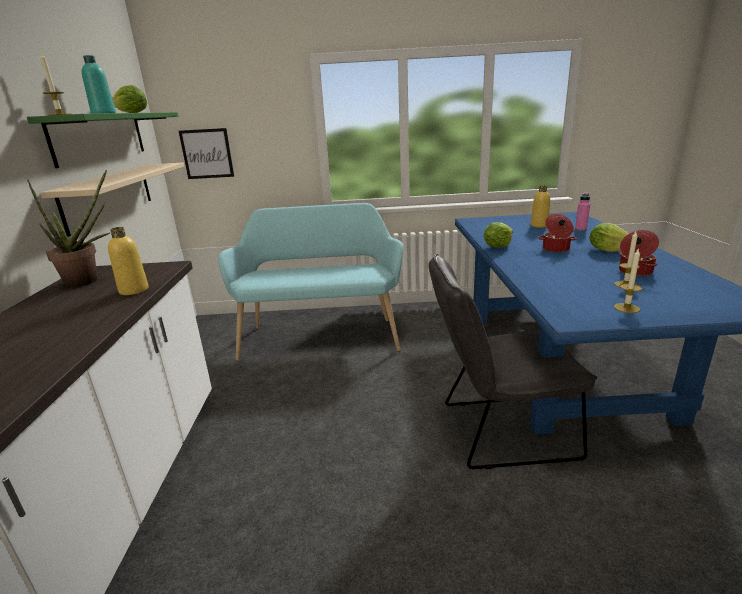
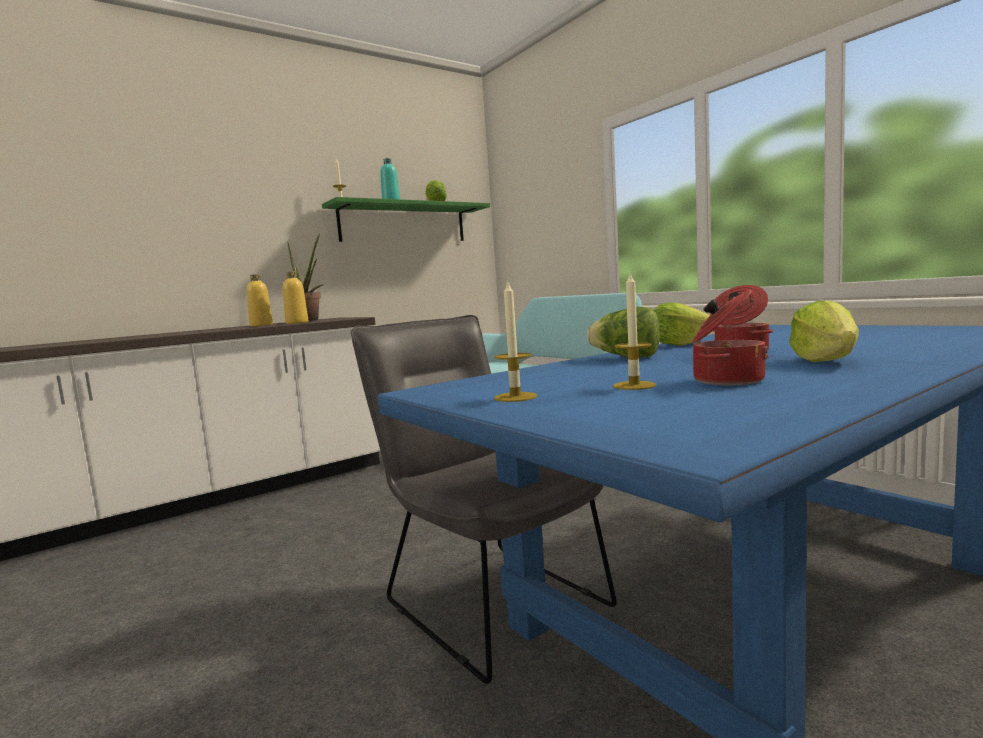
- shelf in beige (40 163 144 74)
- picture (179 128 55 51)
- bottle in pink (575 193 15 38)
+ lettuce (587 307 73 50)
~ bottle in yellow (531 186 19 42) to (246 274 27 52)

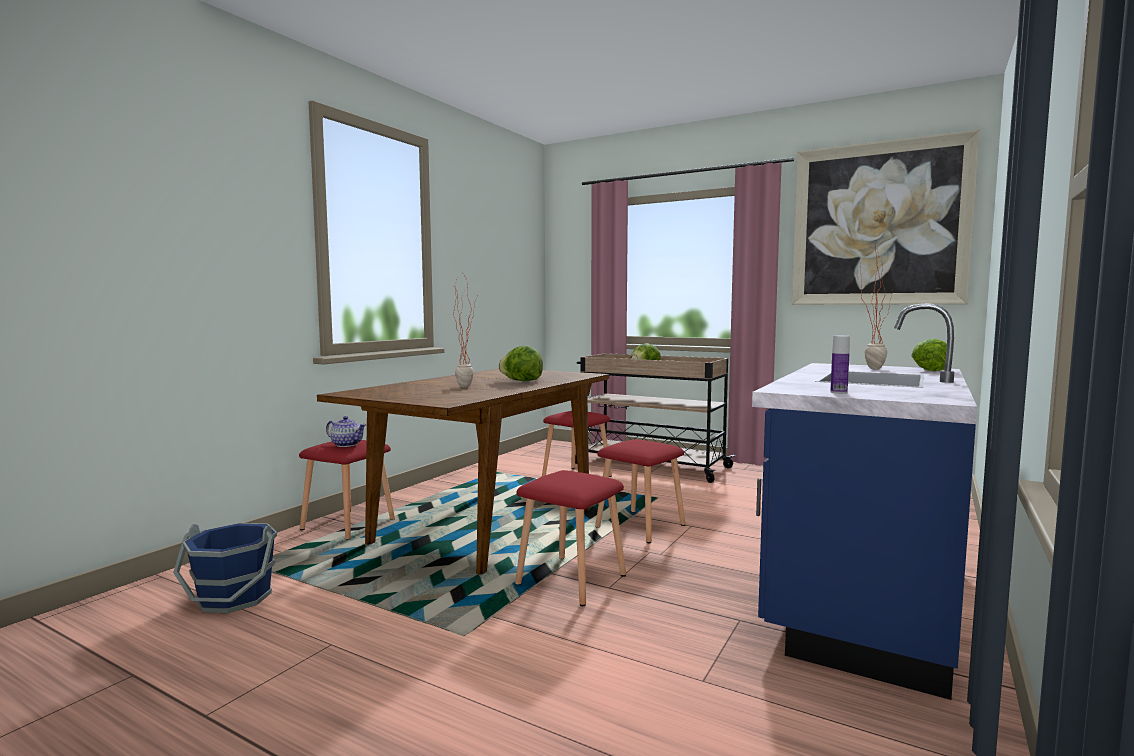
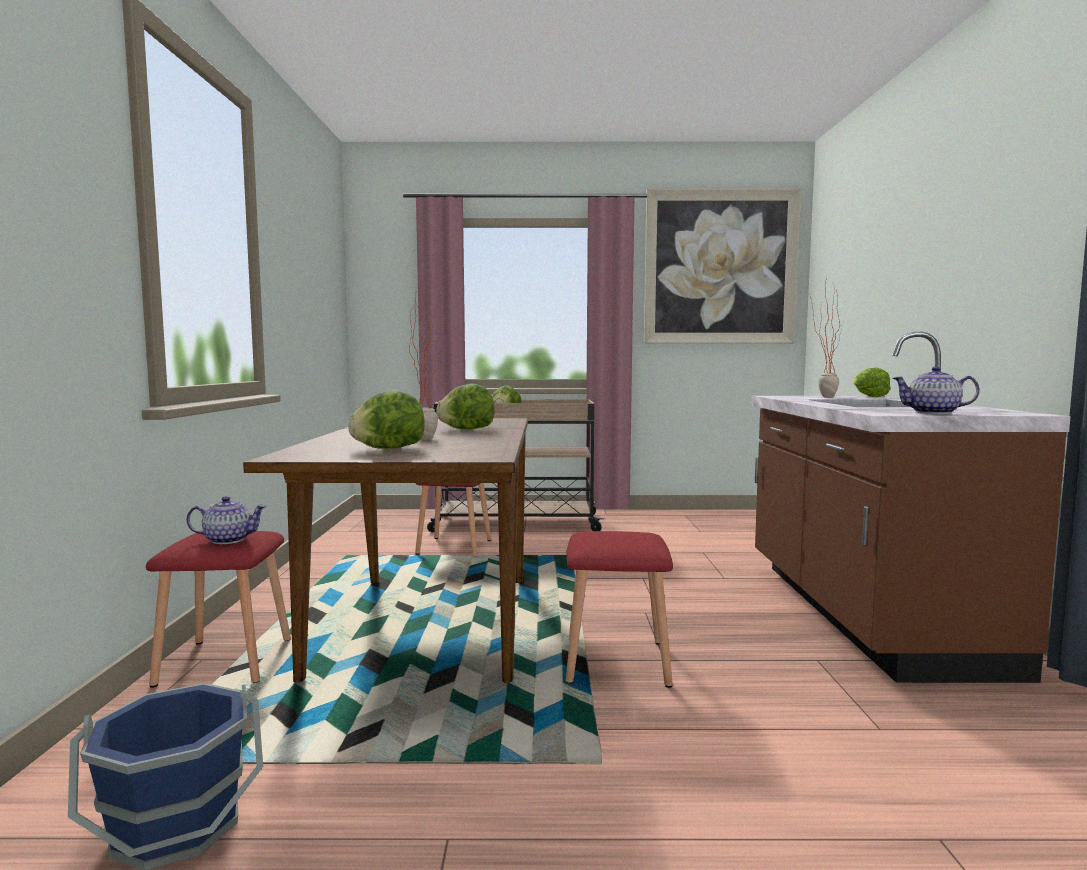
- stool in red (595 439 90 104)
+ lettuce (348 390 77 59)
~ bottle (830 336 20 58) to teapot (893 366 87 48)
~ counter in blue (752 303 225 397) to counter in brown (751 332 320 351)

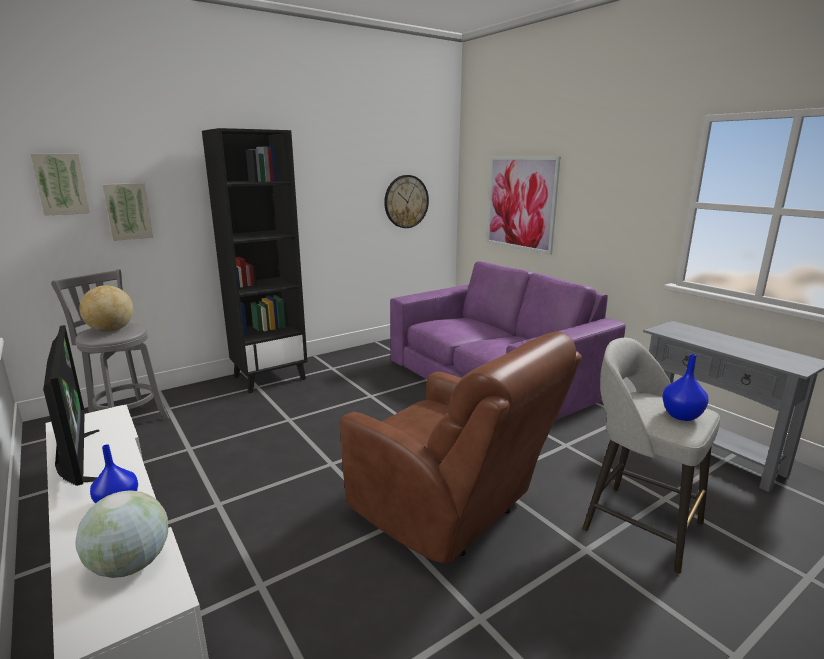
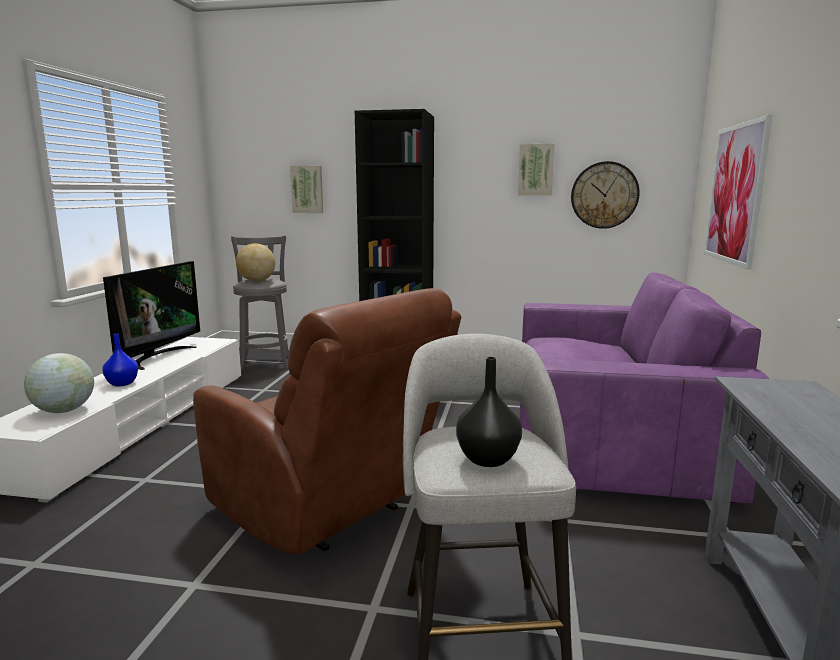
~ picture (31 154 59 62) to (518 144 37 52)
~ vase in blue (662 354 47 67) to vase in black (456 357 66 110)
~ armchair in brown (340 331 242 232) = (193 288 268 266) 45 degrees counterclockwise

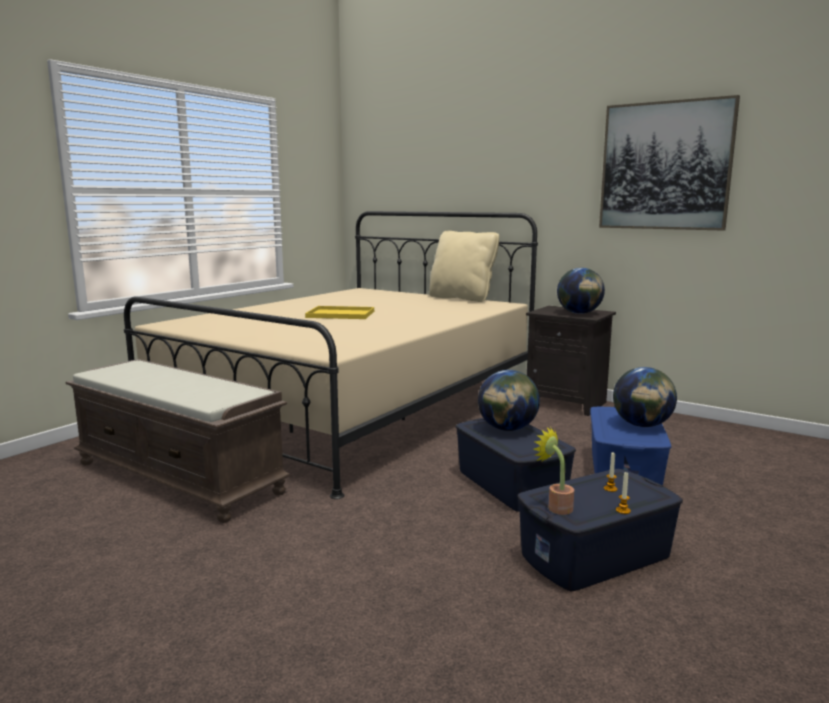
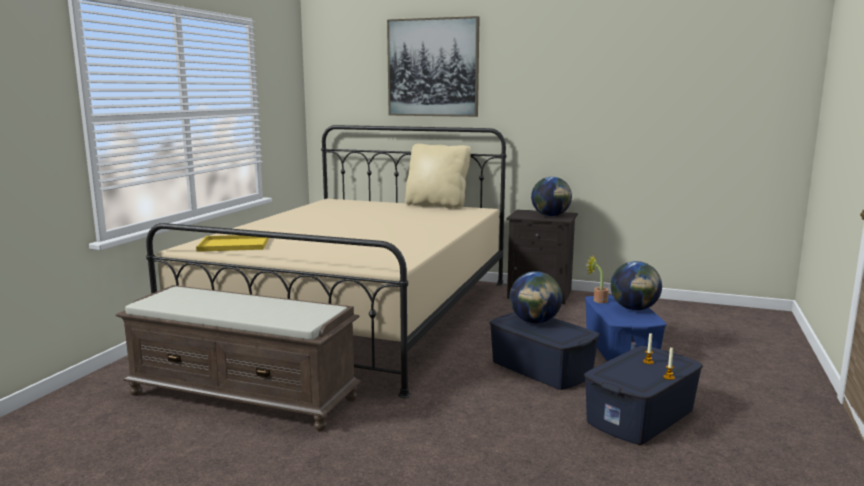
~ tray in yellow (305 306 69 13) to (196 235 73 17)
~ potted plant (533 427 41 88) to (587 254 22 49)
~ picture (599 95 141 136) to (387 16 93 101)

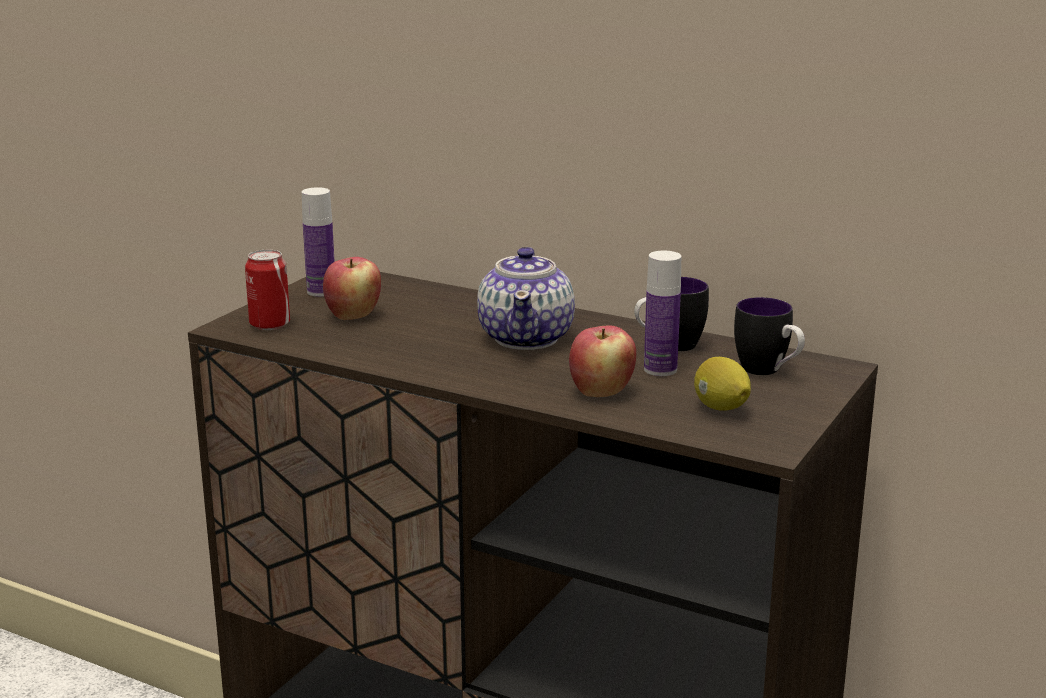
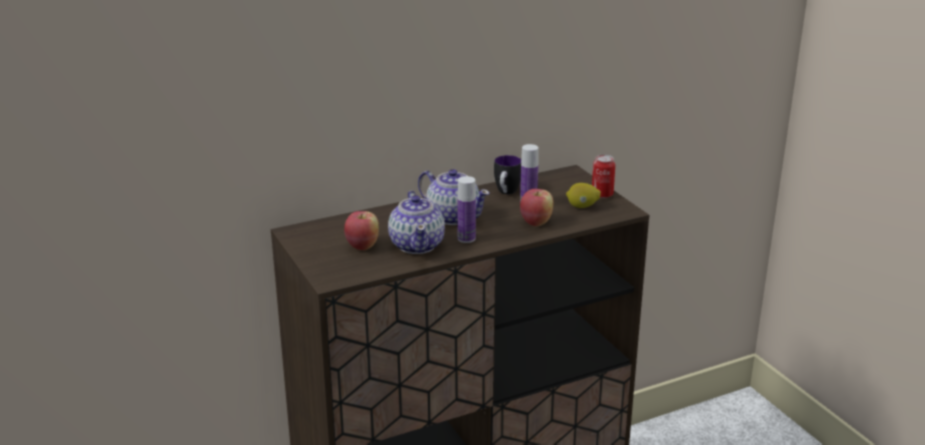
- mug (734 297 71 78)
+ teapot (388 191 57 63)
~ can (245 250 45 80) to (592 155 23 43)
~ bottle (302 187 33 110) to (457 176 19 67)

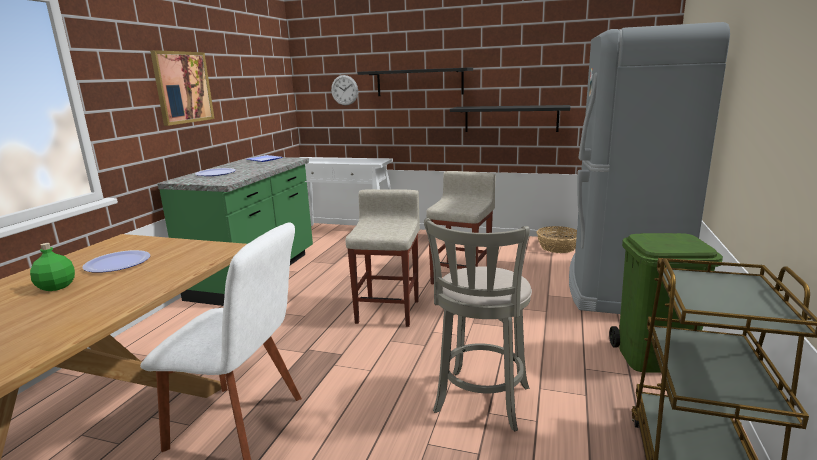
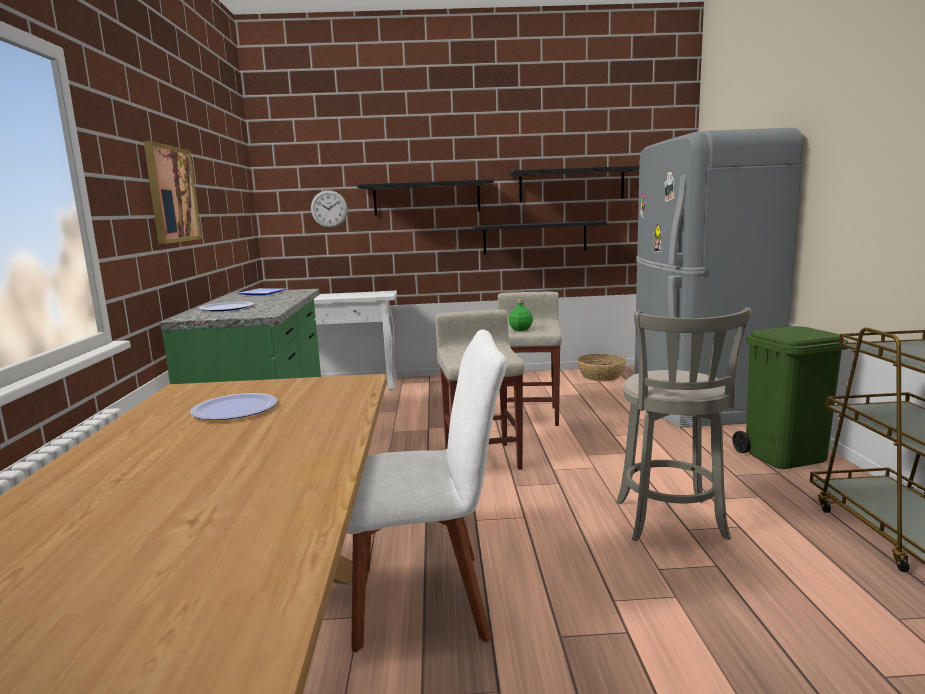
+ shelf in black (508 166 131 36)
~ bottle in green (30 243 45 48) to (508 299 25 32)

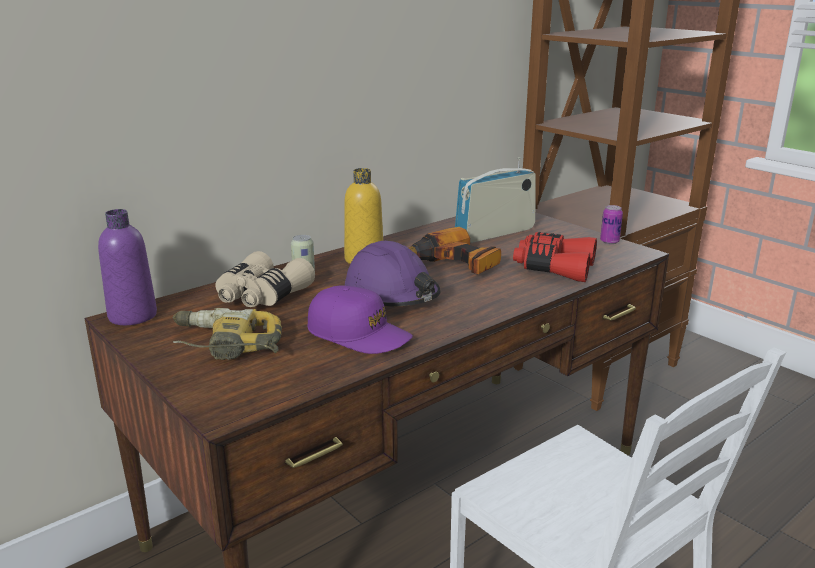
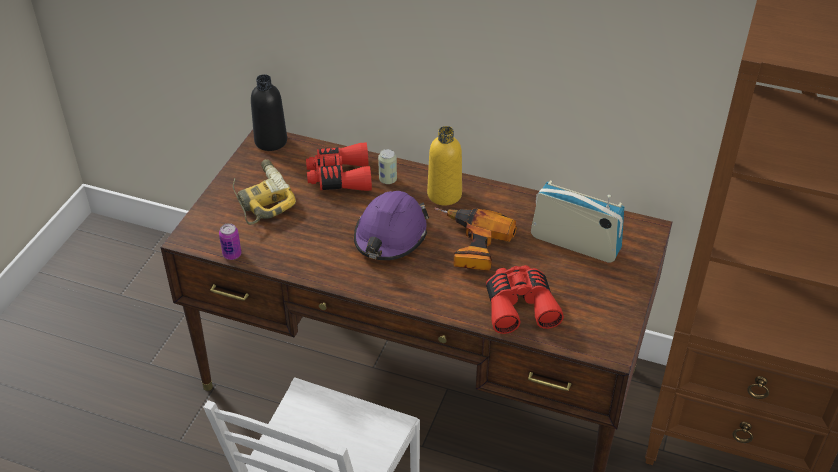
- cap in purple (308 286 105 68)
~ can (600 205 23 39) to (219 223 23 37)
~ bottle in purple (98 209 59 116) to bottle in black (251 74 36 77)
~ binoculars in beige (215 251 100 56) to binoculars in red (306 142 66 49)

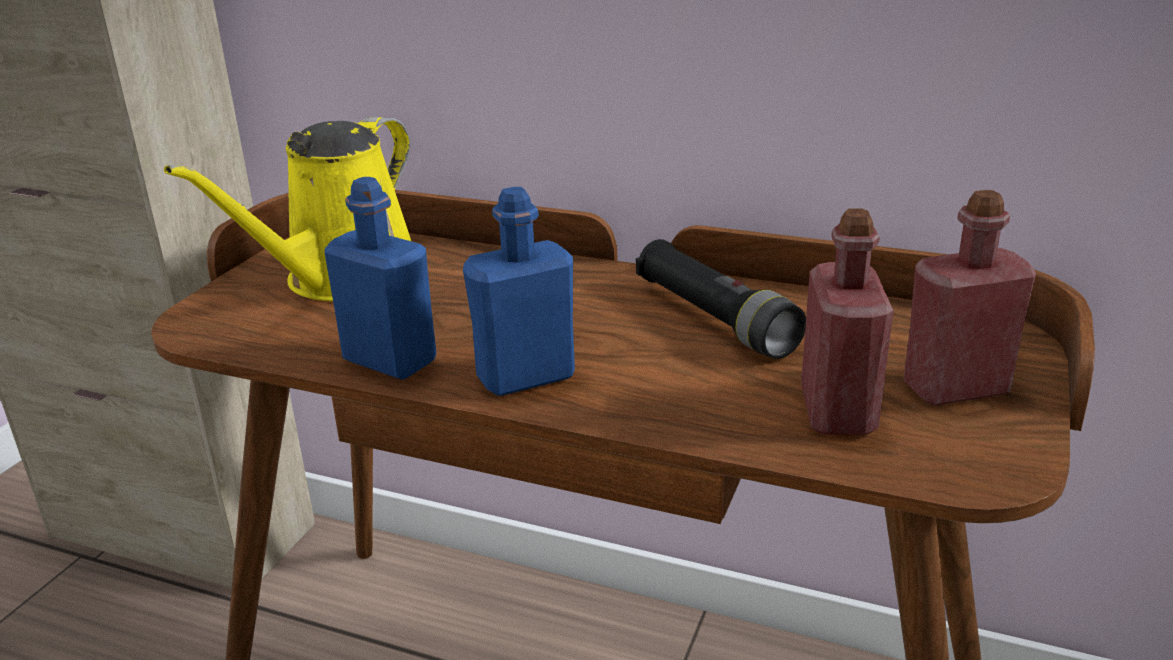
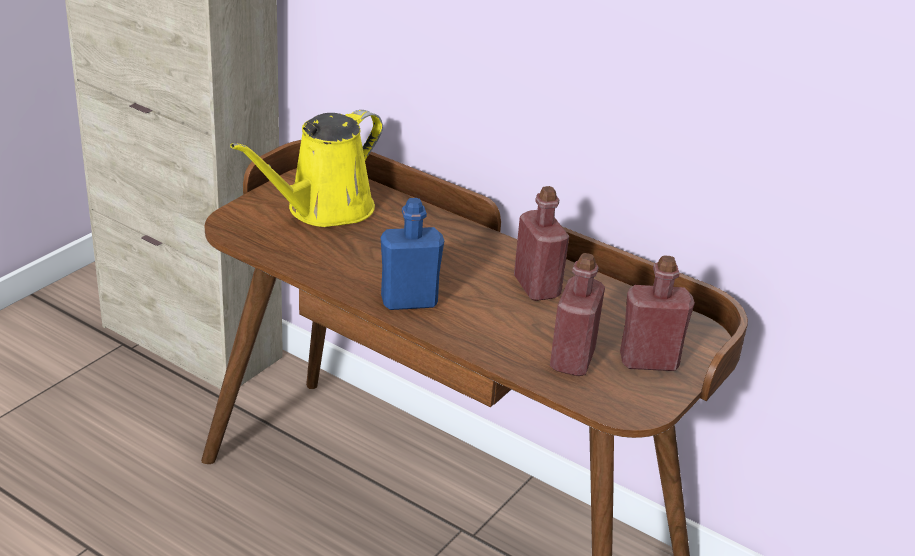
- bottle in blue (324 177 112 203)
~ flashlight in black (636 239 170 120) to bottle in red (514 186 55 115)

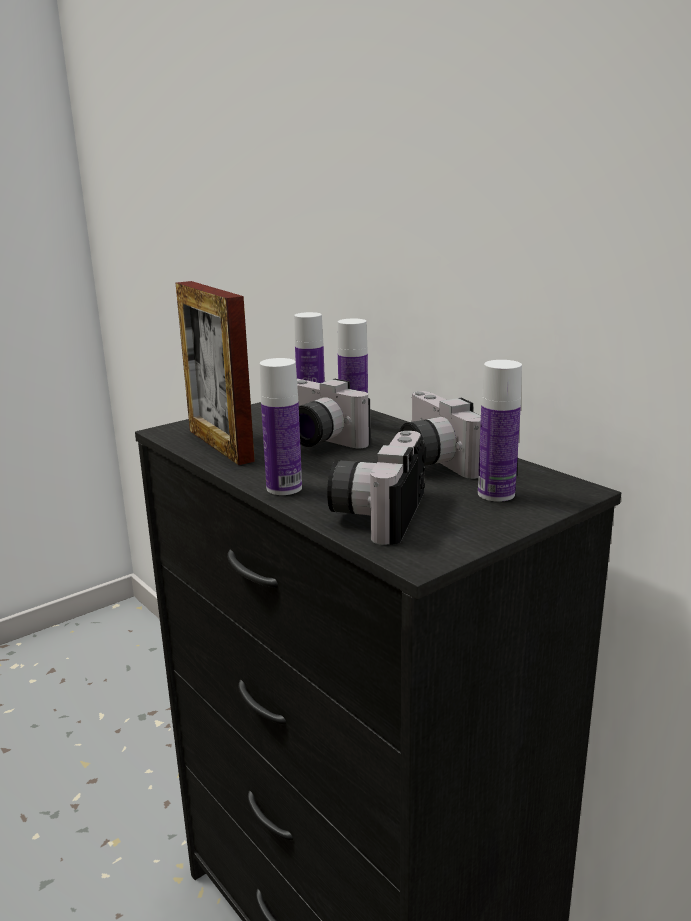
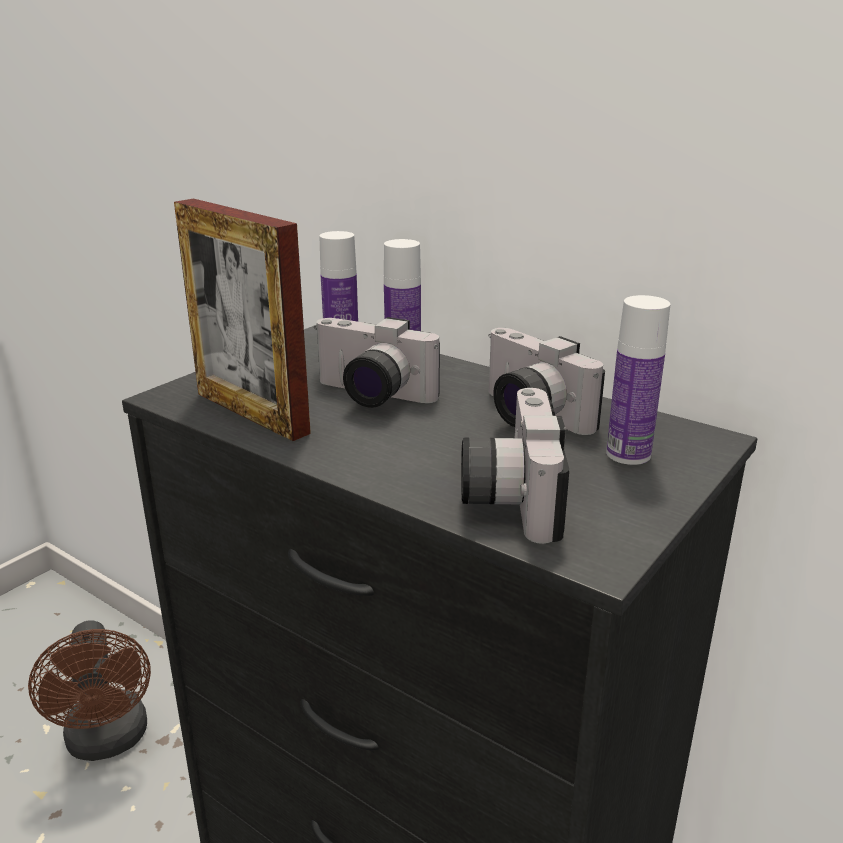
- bottle (260 358 42 137)
+ fan in brown (28 620 123 141)

